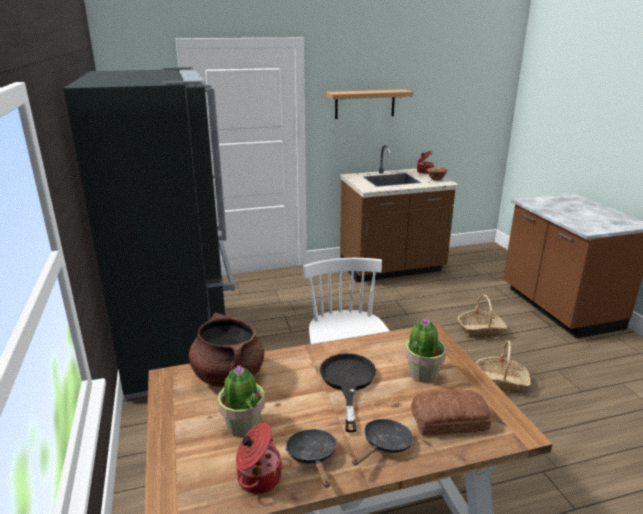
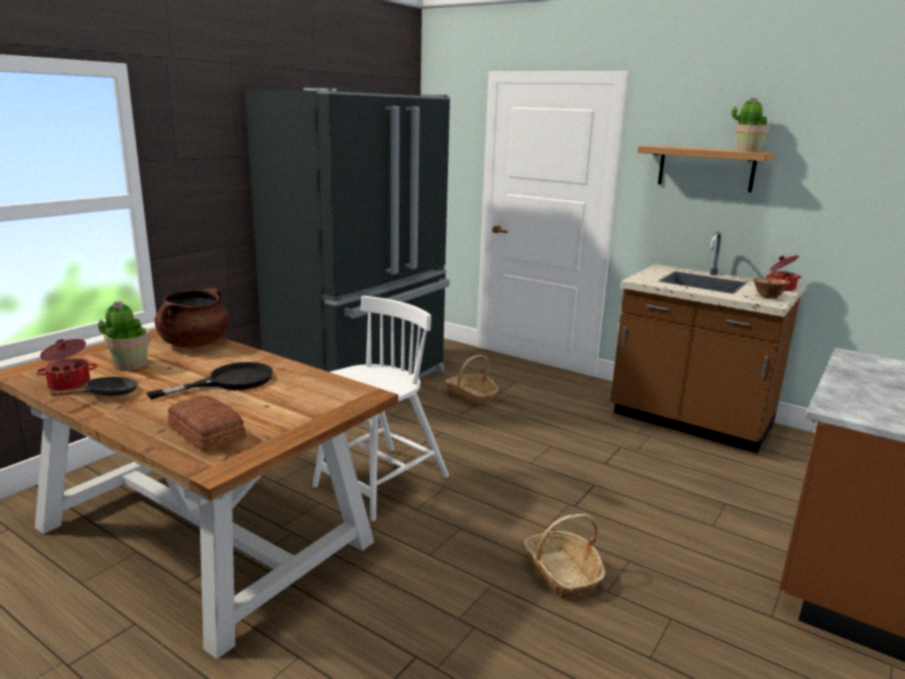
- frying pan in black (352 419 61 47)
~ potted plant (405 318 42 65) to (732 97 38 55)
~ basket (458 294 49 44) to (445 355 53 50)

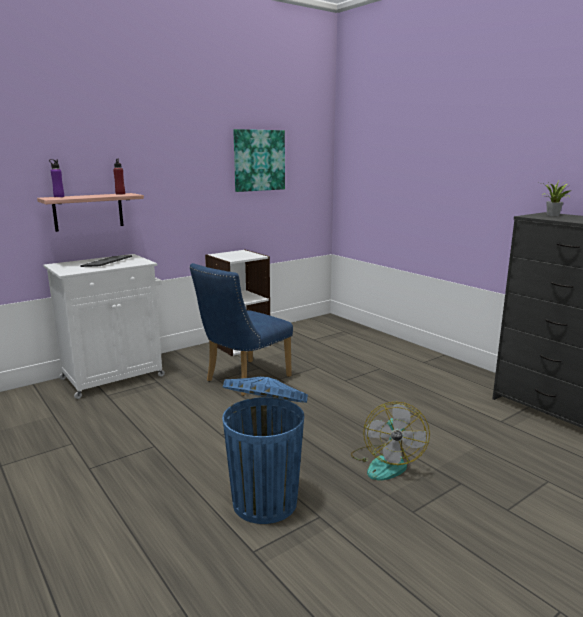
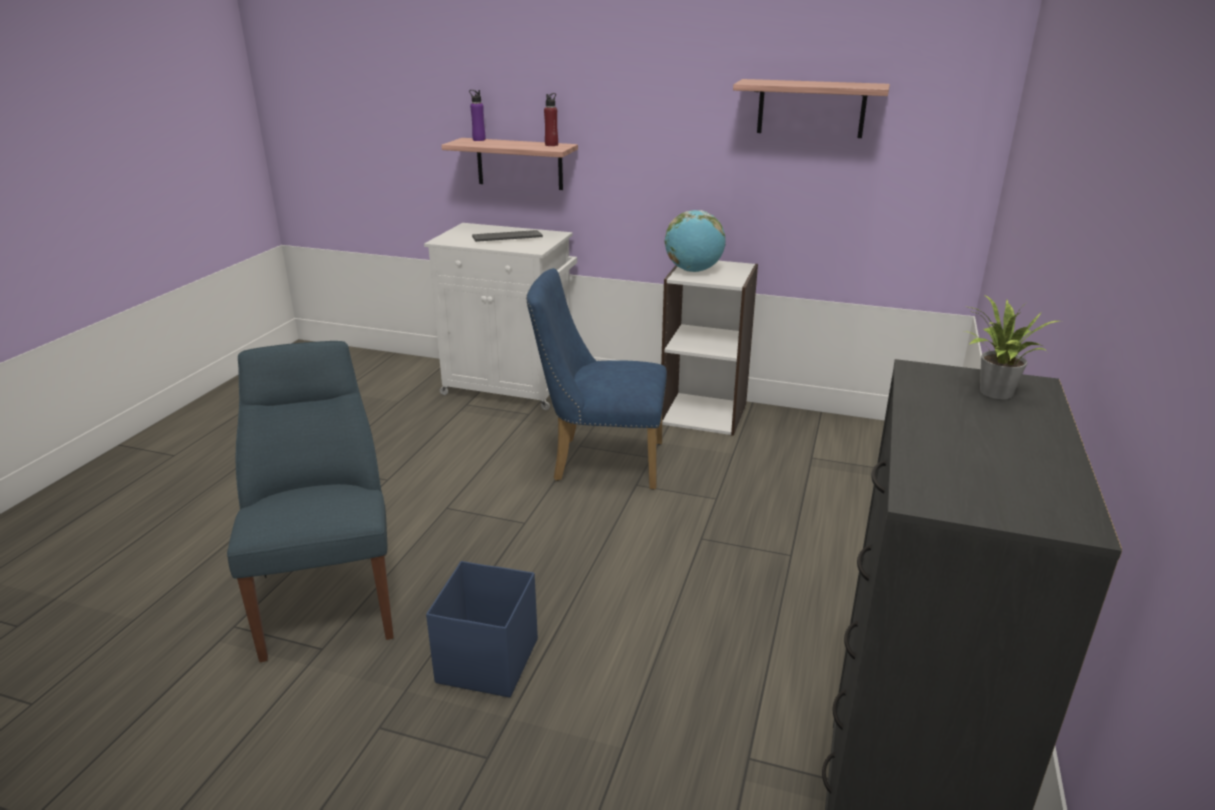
+ globe (665 210 61 62)
~ trash can in blue (222 377 86 147) to chair in blue (227 341 167 321)
~ picture (233 129 52 63) to shelf (733 79 157 59)
~ fan (351 402 79 78) to storage box in blue (426 561 112 137)

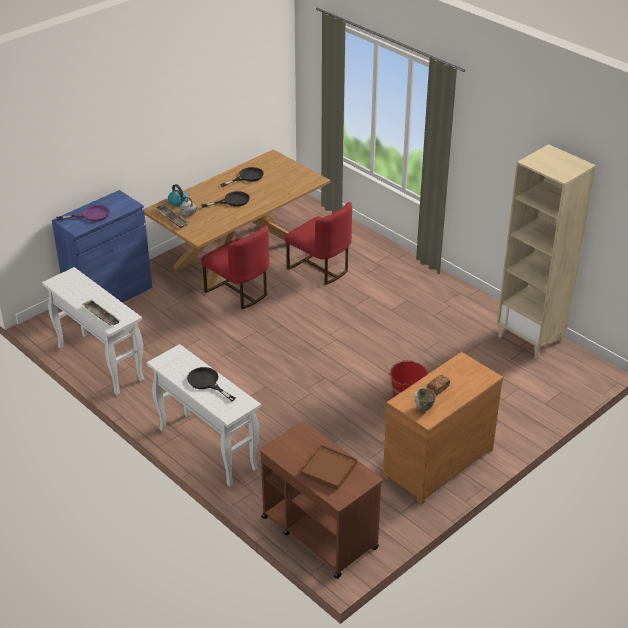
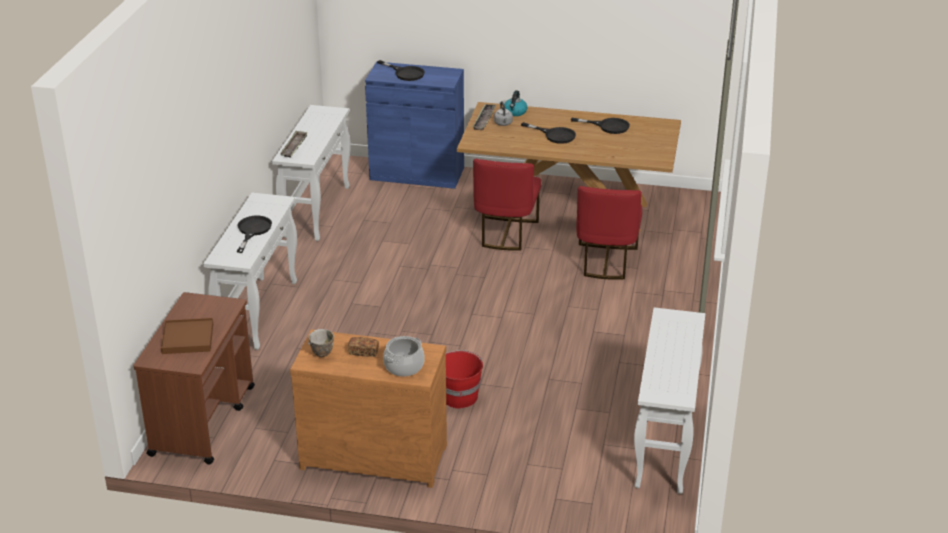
+ cooking pot (383 336 42 41)
~ bookcase in beige (497 144 99 215) to console table in white (634 308 72 186)
~ frying pan in purple (56 205 54 17) to frying pan in black (377 60 48 21)

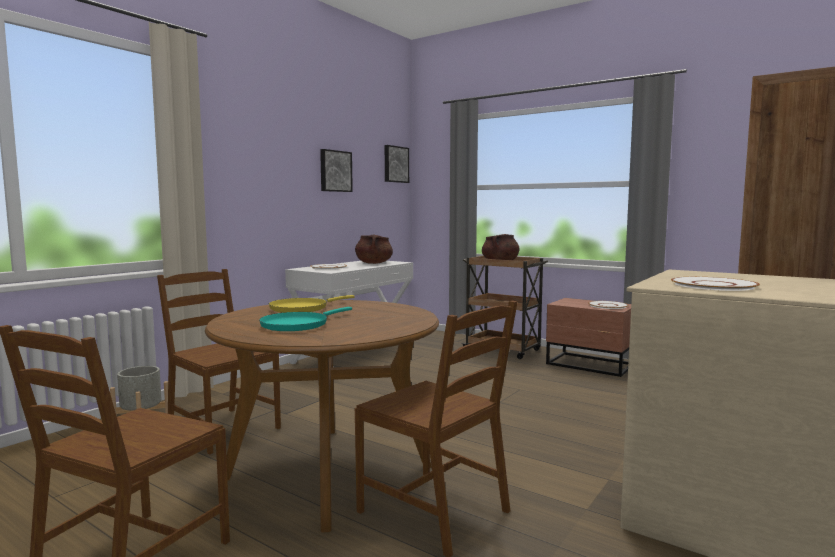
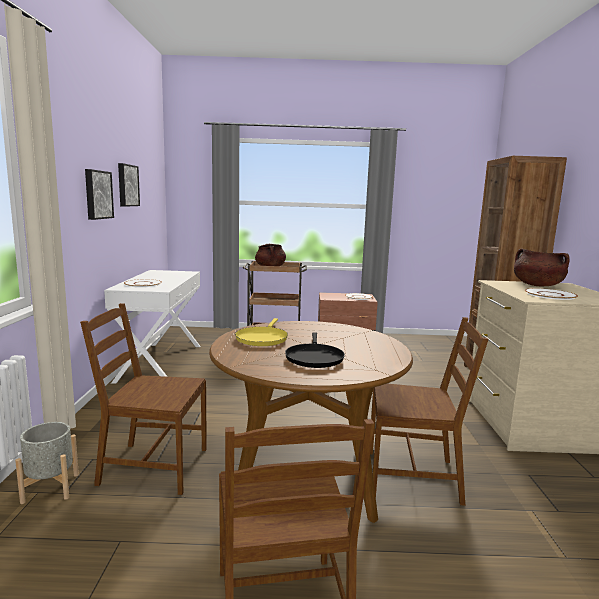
~ cooking pot in brown (355 234 38 30) to (514 249 56 37)
~ picture (385 145 24 38) to (85 169 29 51)
~ frying pan in turquoise (259 307 93 24) to frying pan in black (285 332 60 36)

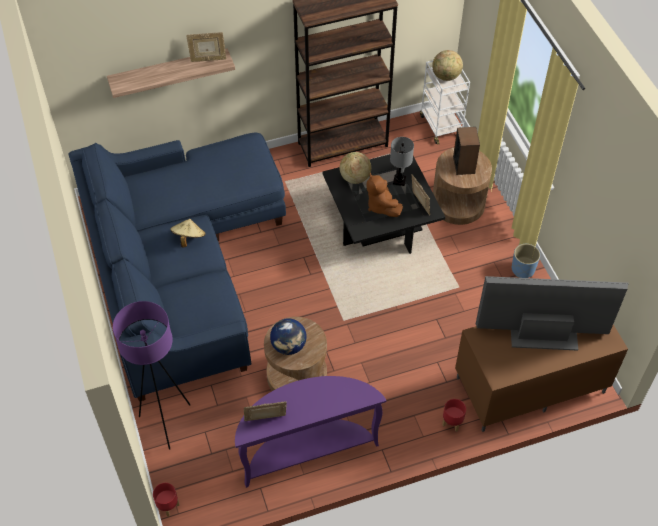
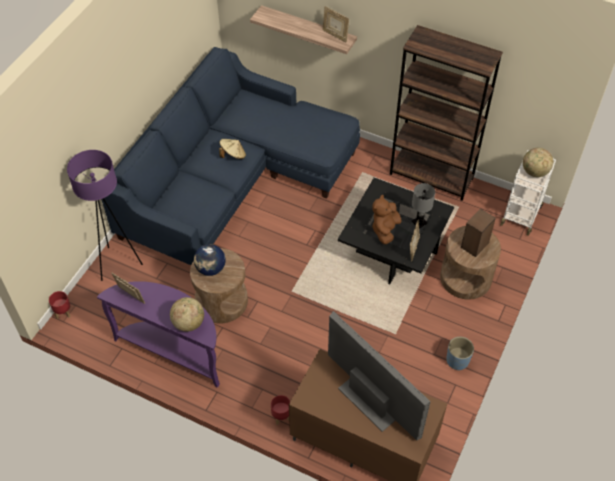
~ globe (340 152 31 32) to (170 297 34 35)

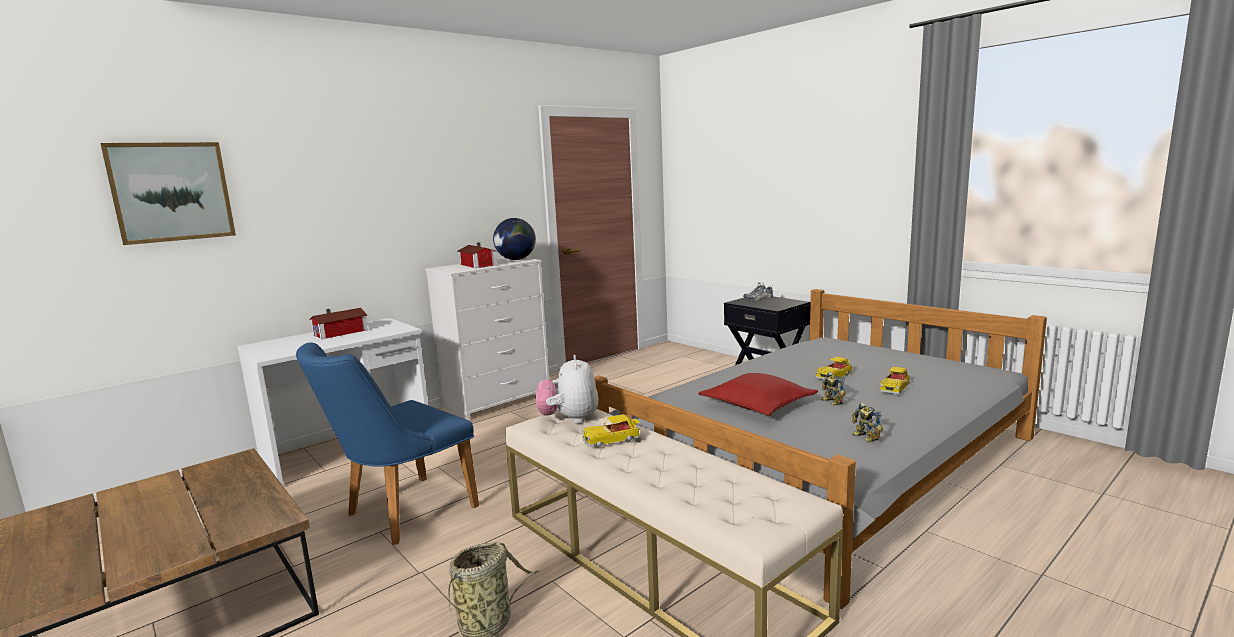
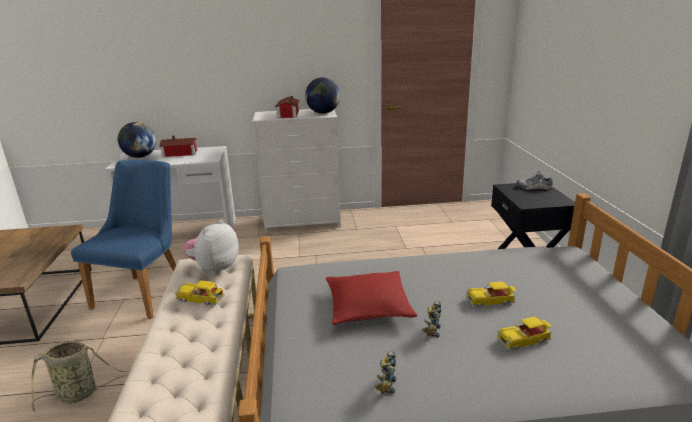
- picture (100 142 136 103)
+ globe (118 122 38 36)
~ chair in blue (296 342 183 203) = (71 160 105 159) 120 degrees clockwise

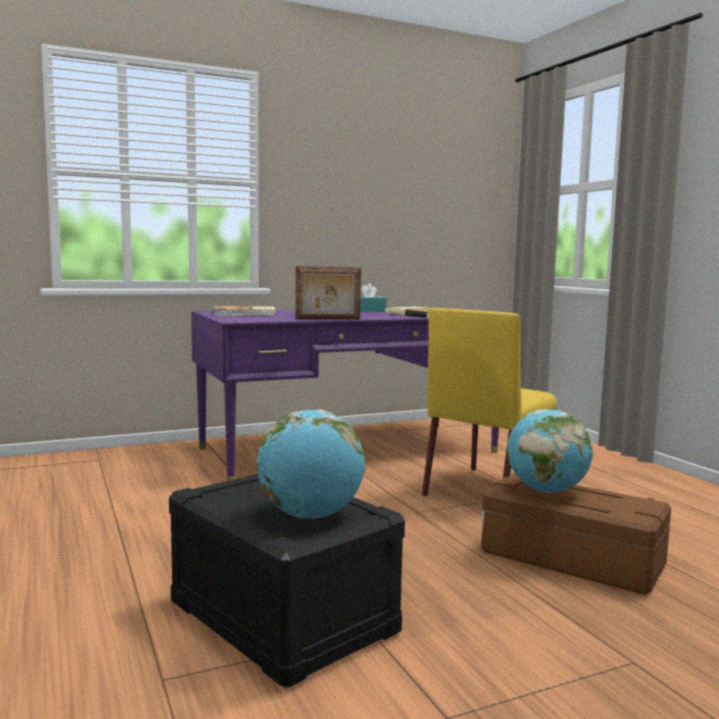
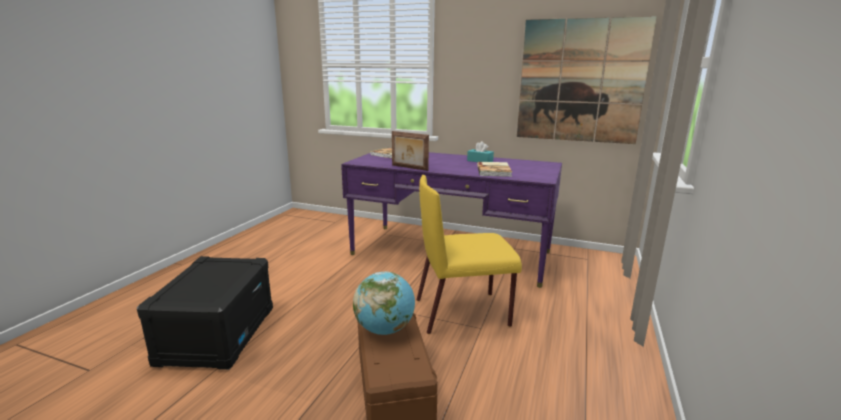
- globe (256 409 109 110)
+ picture (517 16 140 128)

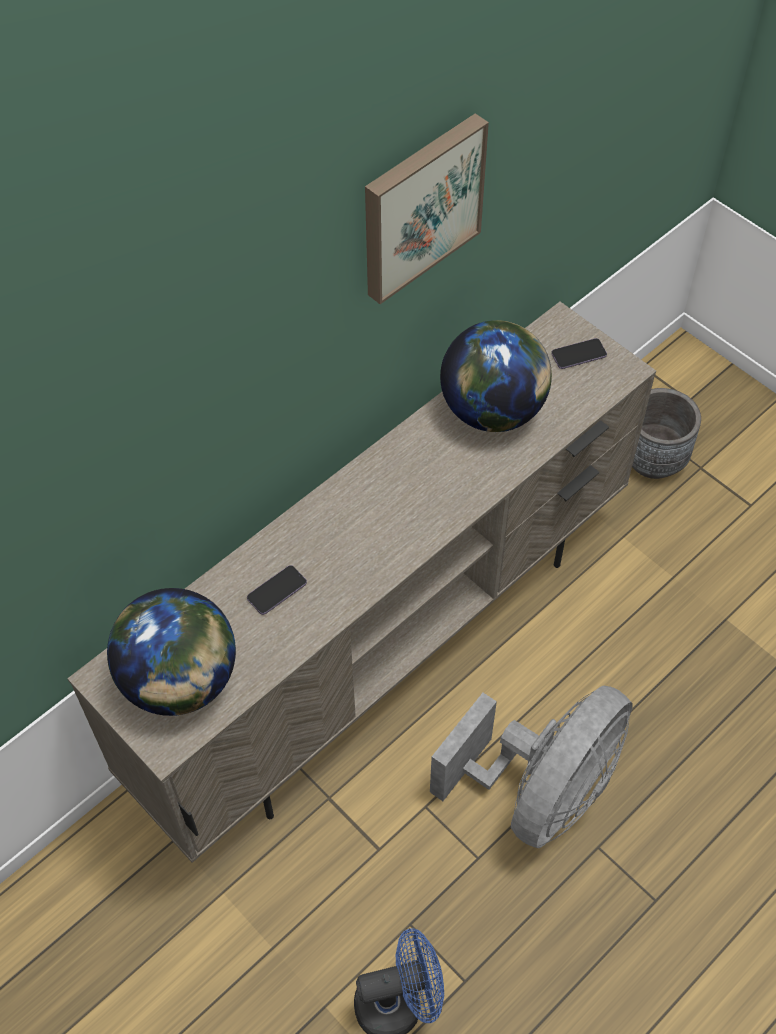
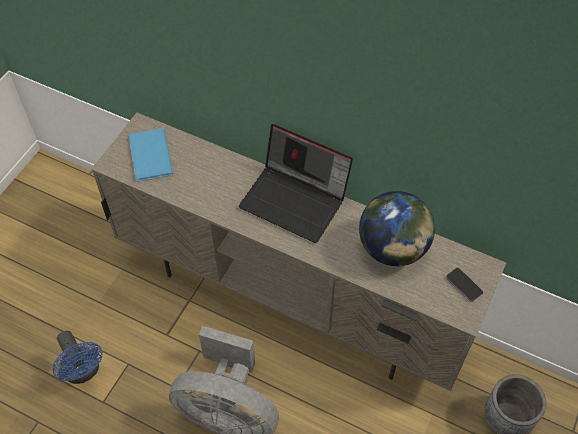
- phone (247 565 60 50)
- picture (365 113 124 191)
+ laptop (239 124 114 119)
~ globe (107 588 129 128) to book in blue (129 128 44 54)

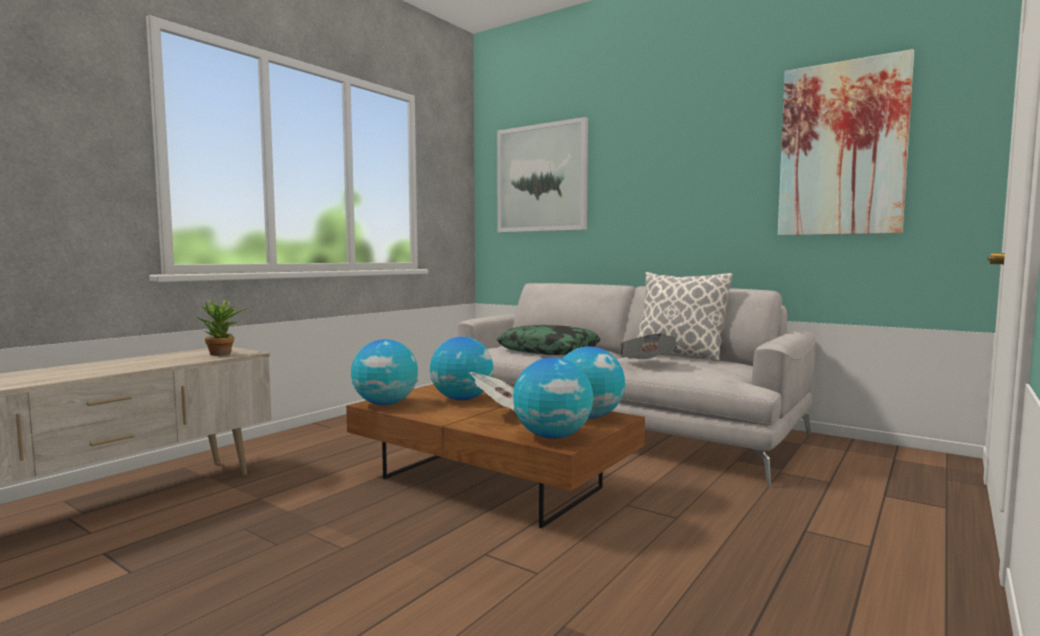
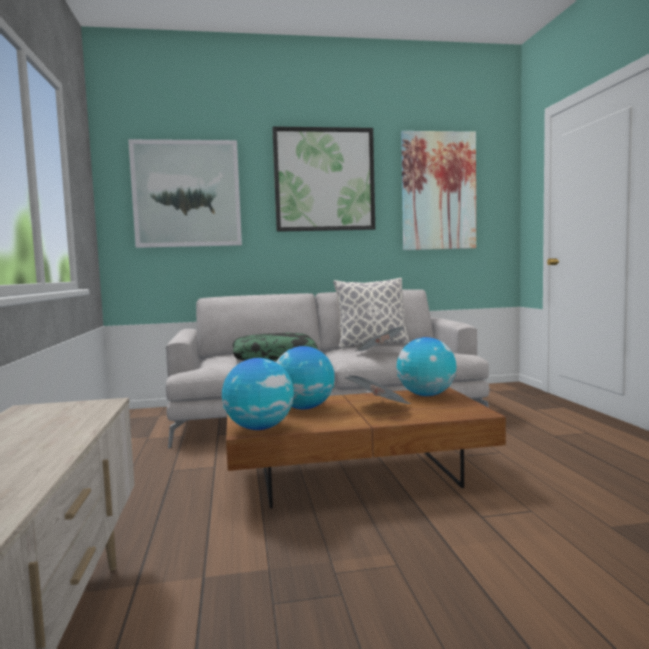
- potted plant (197 300 49 56)
- globe (513 357 80 82)
+ picture (272 126 103 106)

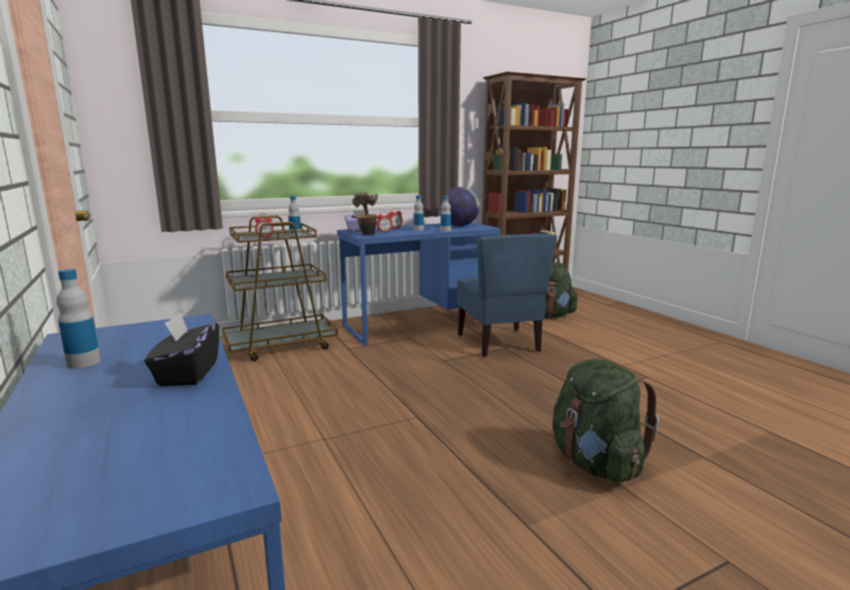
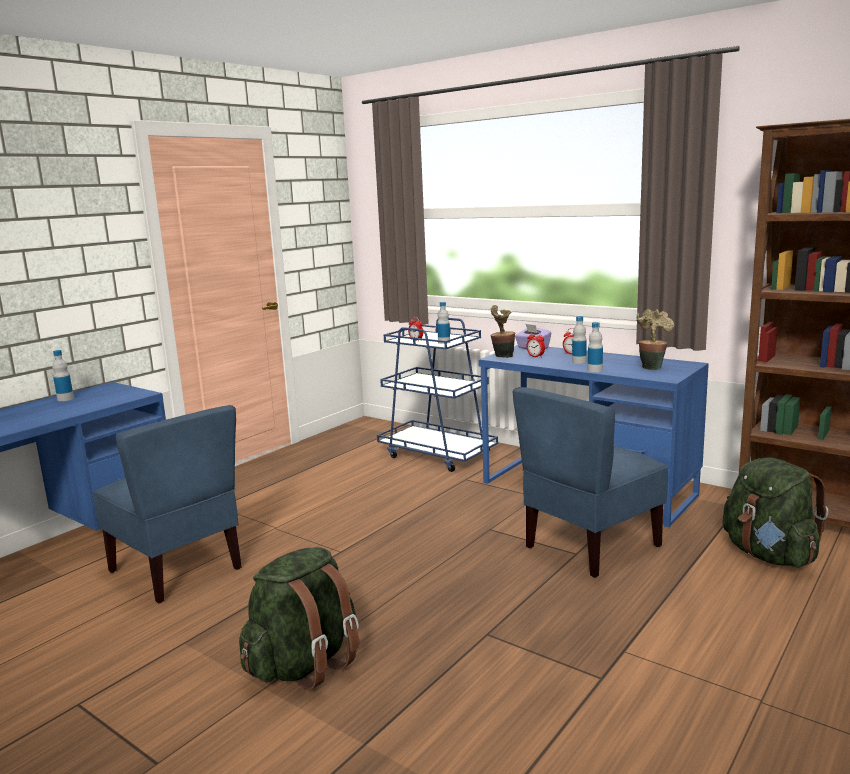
- tissue box in black (144 312 75 74)
+ chair in blue (92 405 150 199)
~ globe (441 187 39 39) to potted plant (637 309 37 61)
~ cart in brown (222 216 116 145) to cart in blue (377 318 121 154)

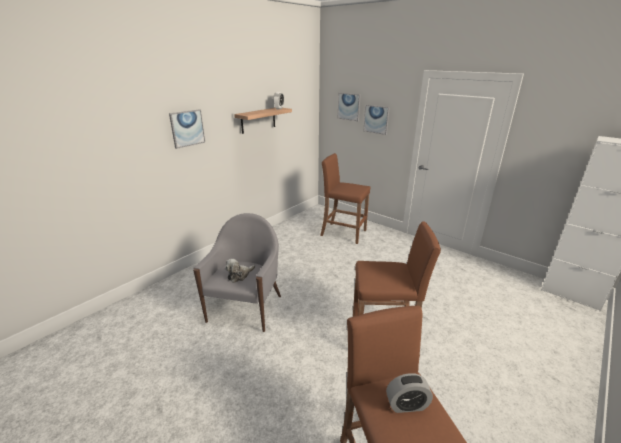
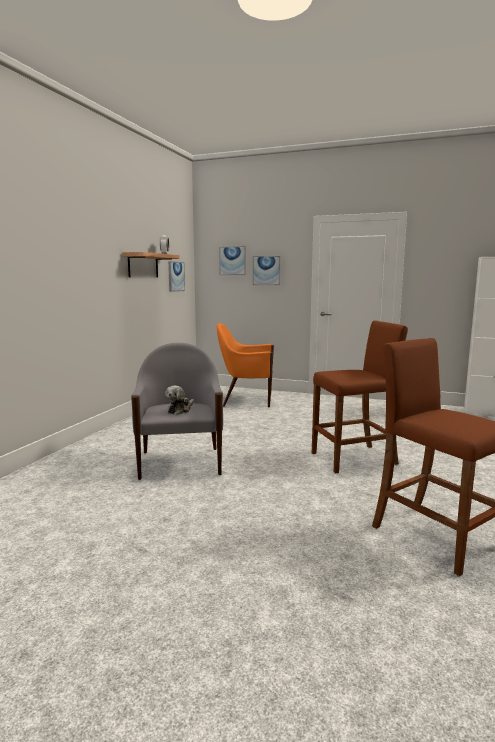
- alarm clock (386 373 47 40)
~ picture (169 109 36 40) to (168 261 17 31)
~ stool in brown (320 153 50 91) to armchair in orange (217 323 57 85)

